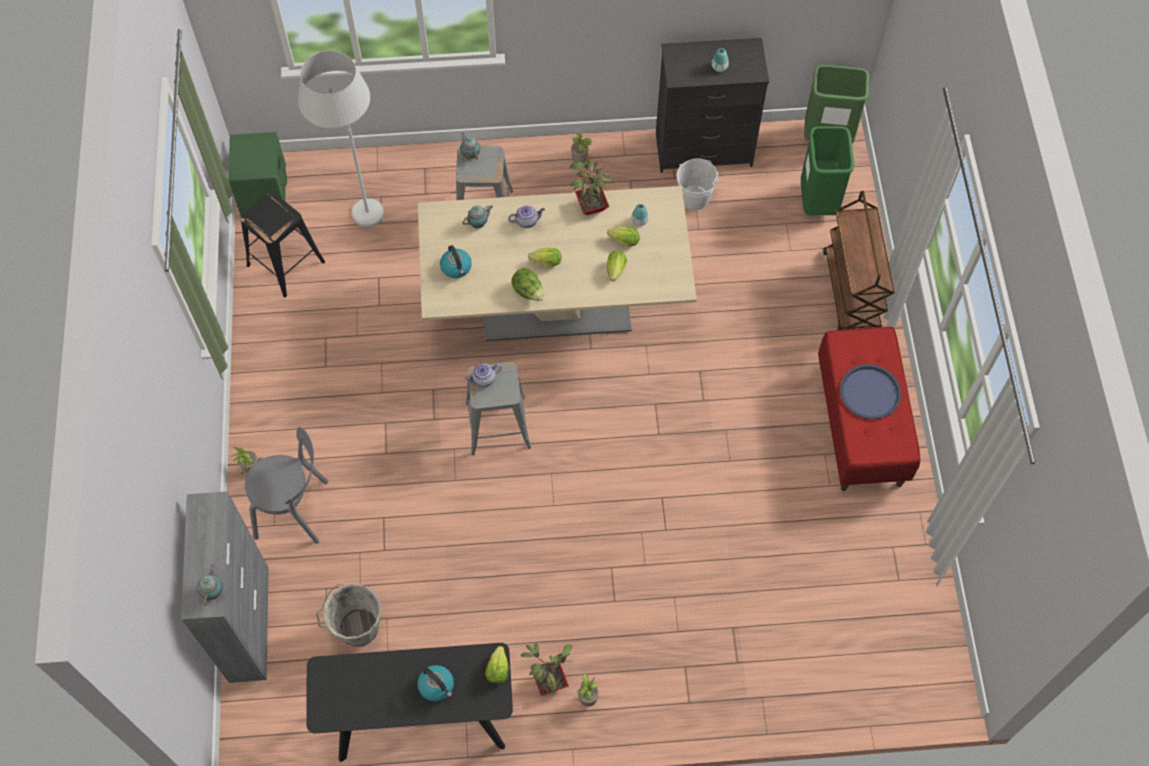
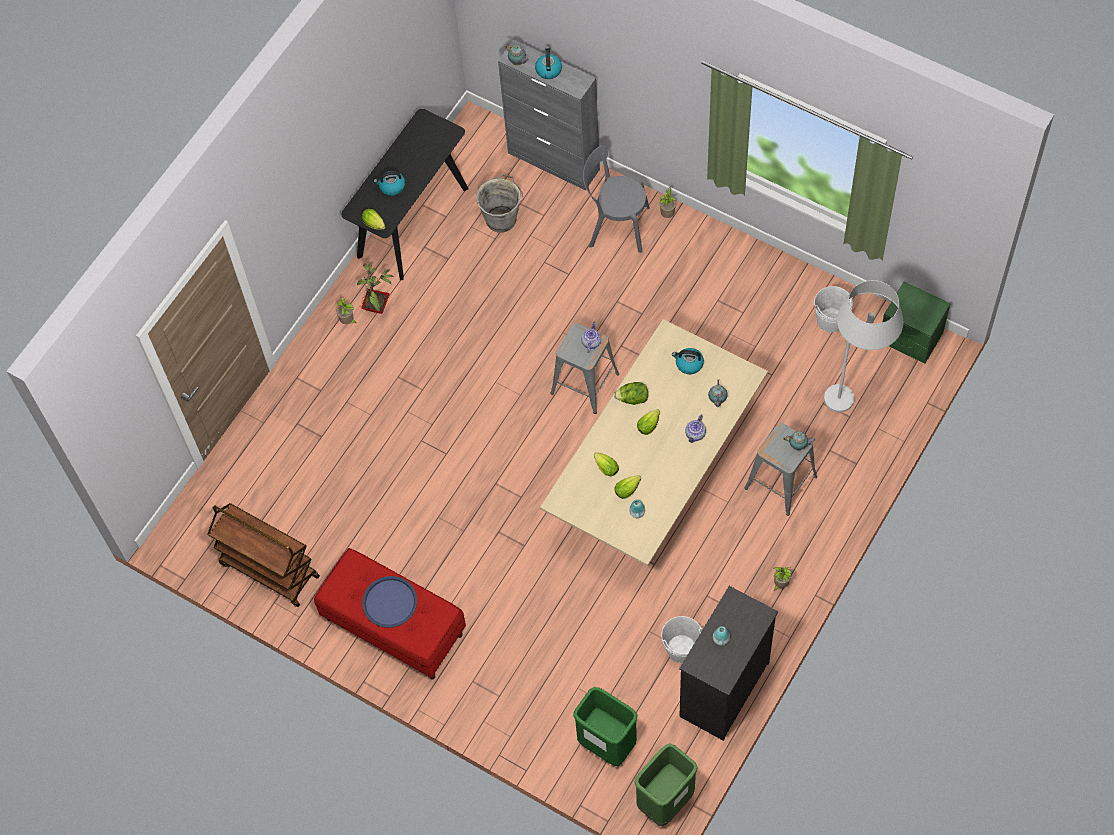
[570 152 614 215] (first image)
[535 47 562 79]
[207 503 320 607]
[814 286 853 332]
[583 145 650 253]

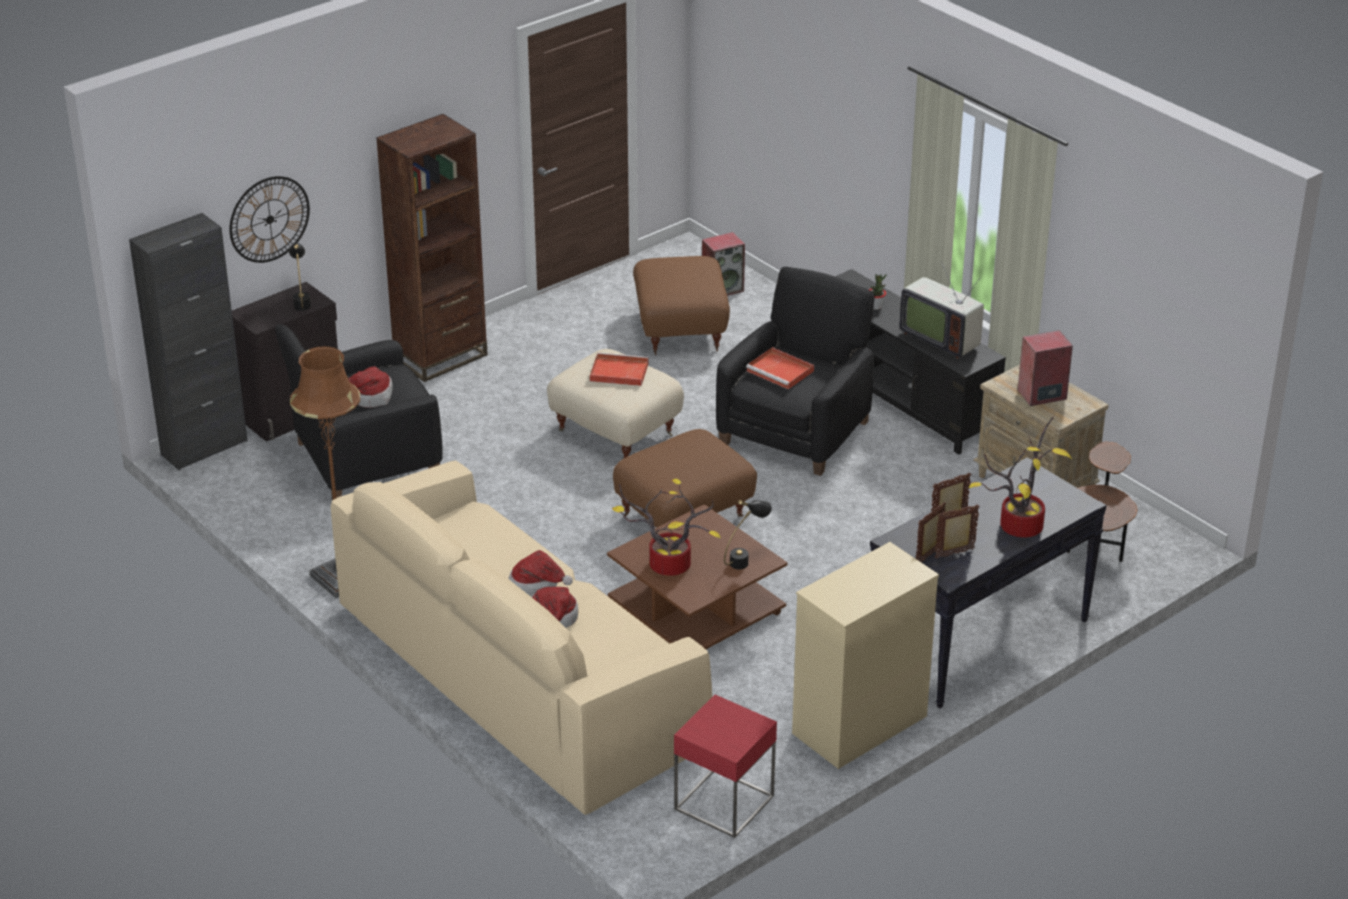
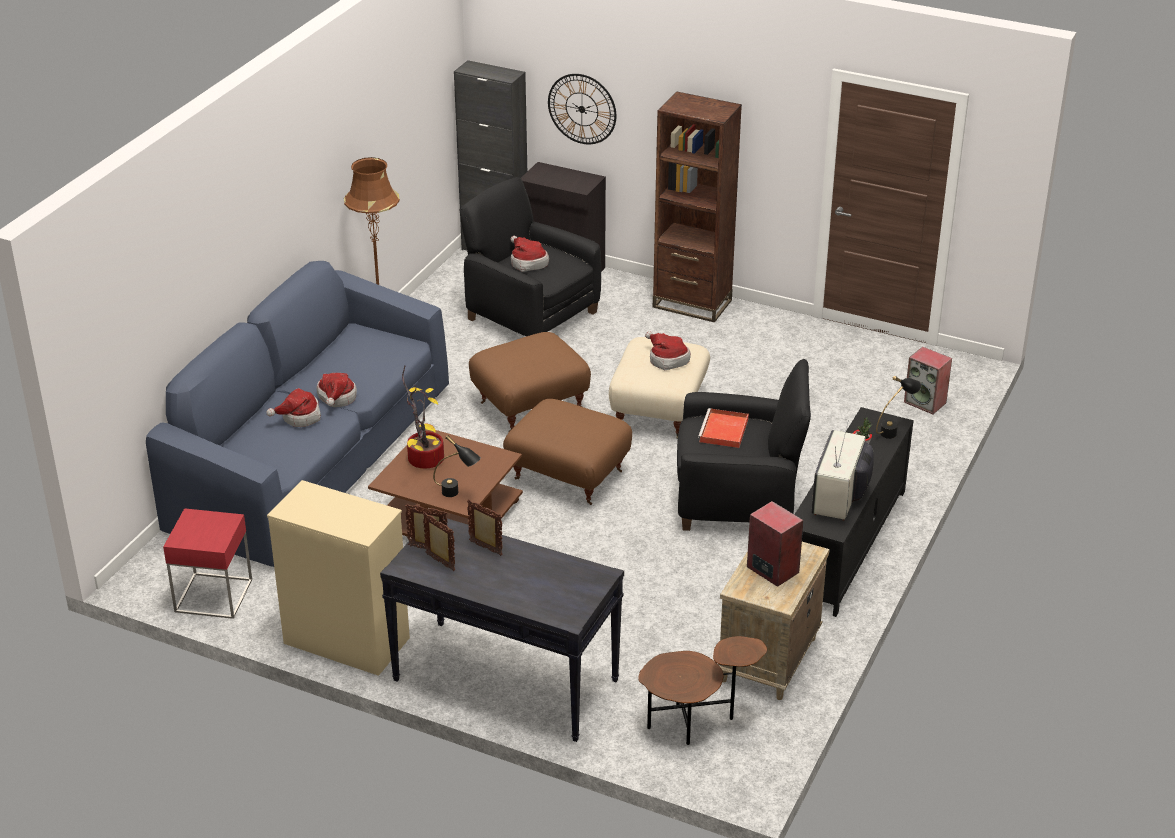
[968 417 1072 538] (first image)
[876 376 921 439]
[469 332 591 432]
[645 331 691 370]
[146 261 449 567]

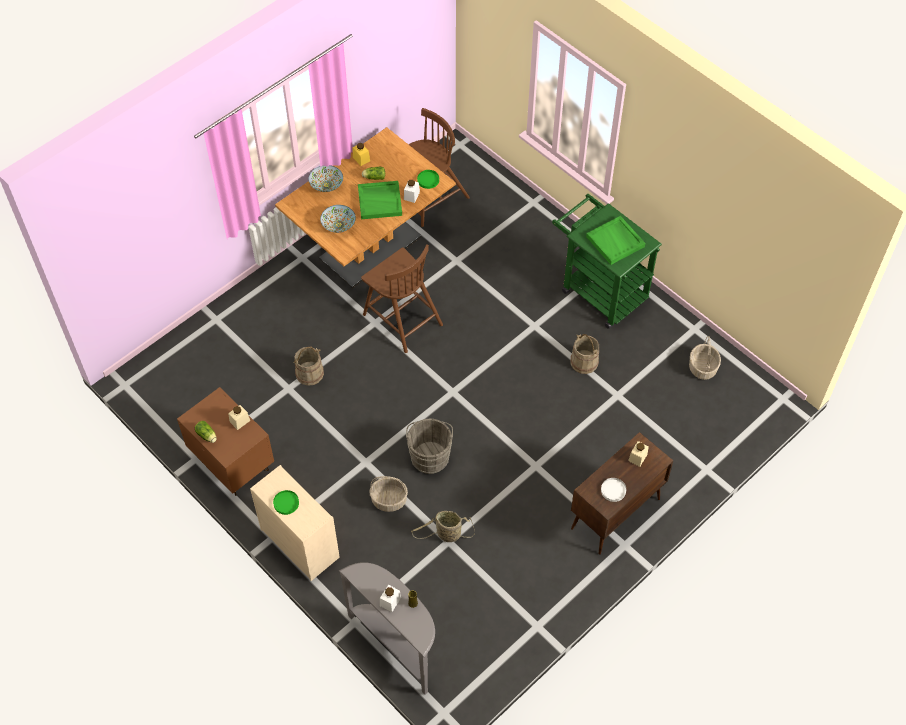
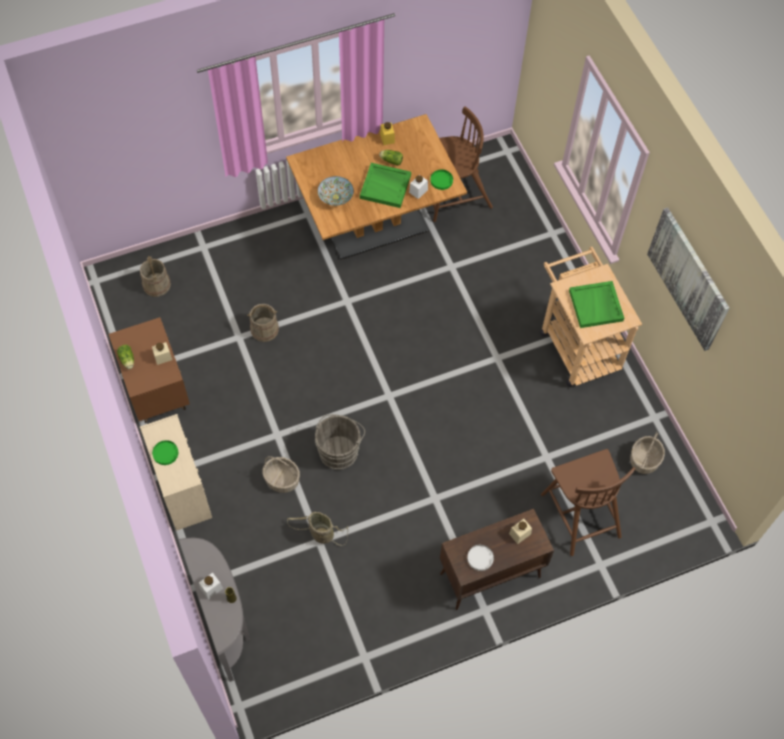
[309 165 343 192] (first image)
[647 208 729 351]
[541 449 635 556]
[140 256 171 297]
[540 247 642 387]

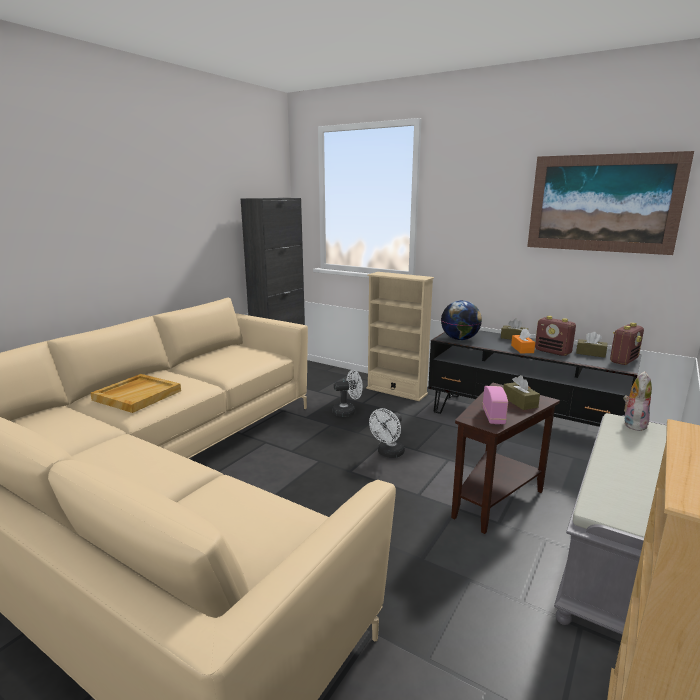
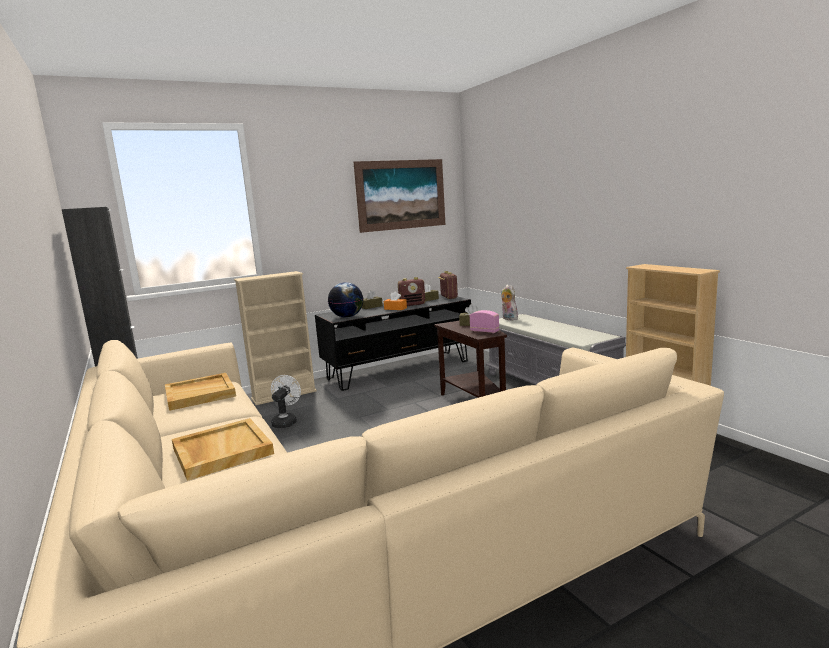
[369 408 405 458] (first image)
[165 373 236 411]

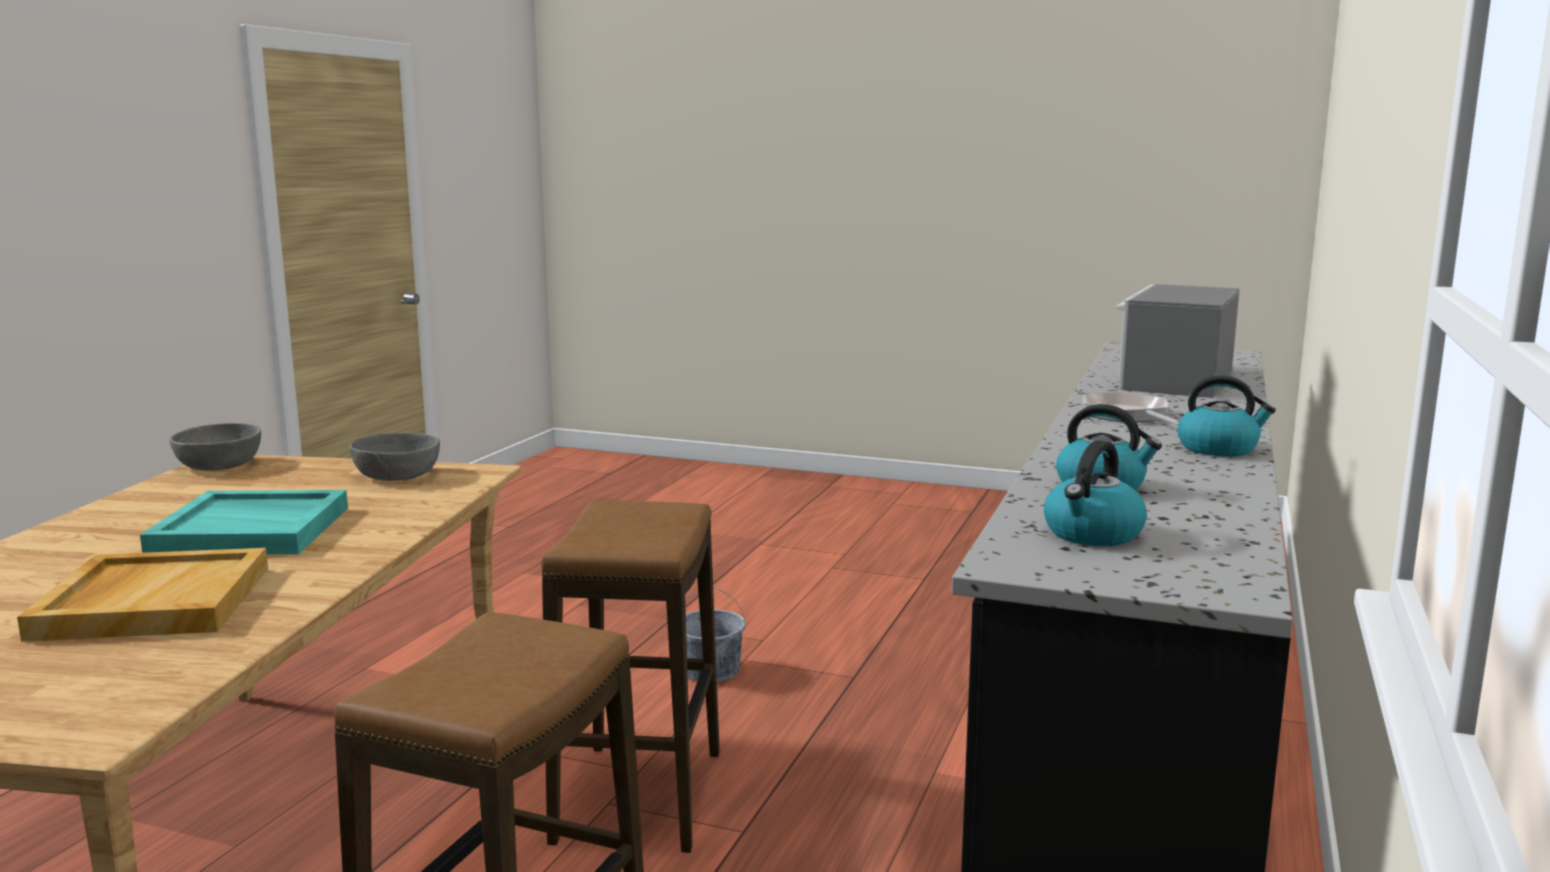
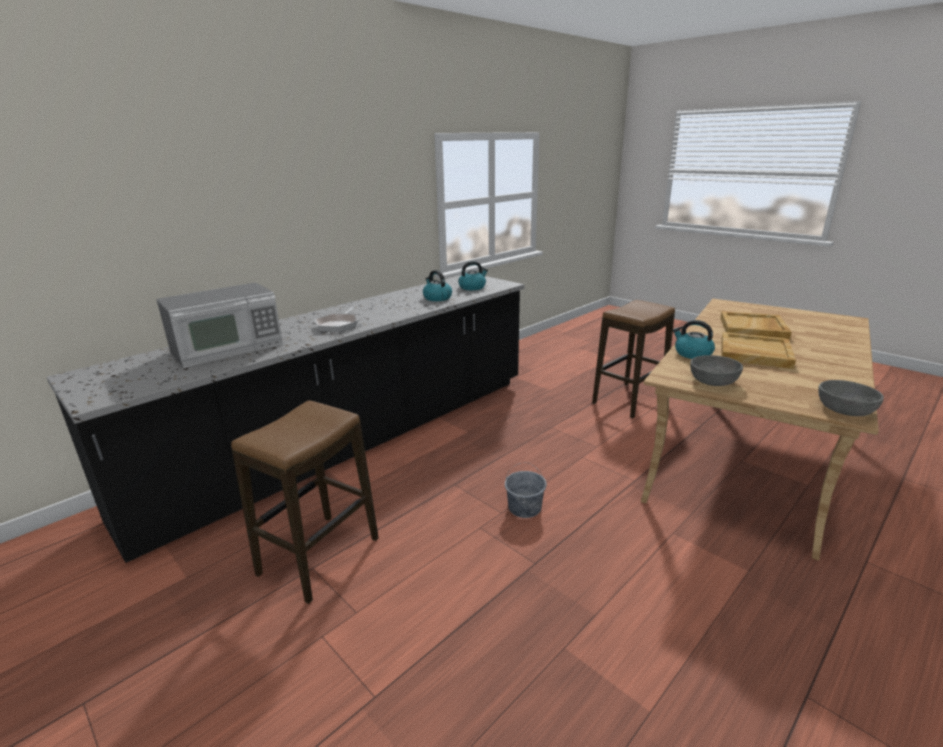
[231 400 379 604]
[673 320 715 359]
[721 332 796 369]

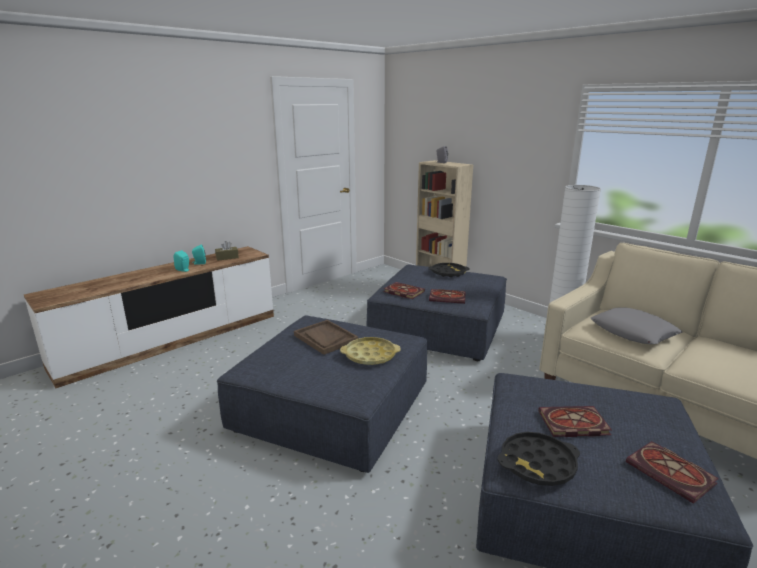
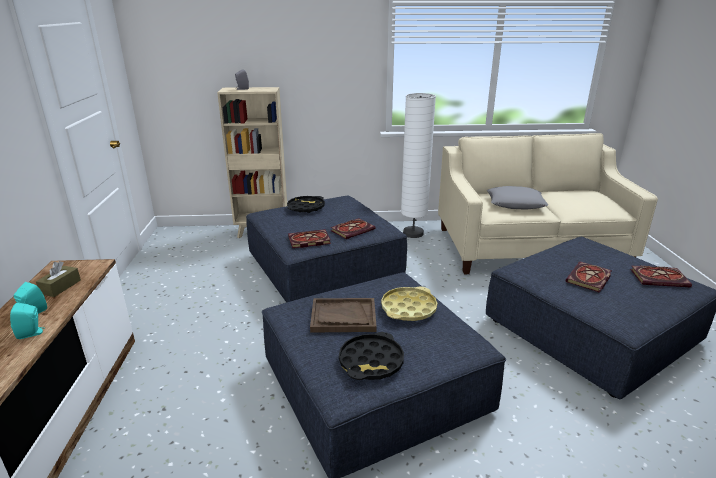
[339 332 404 380]

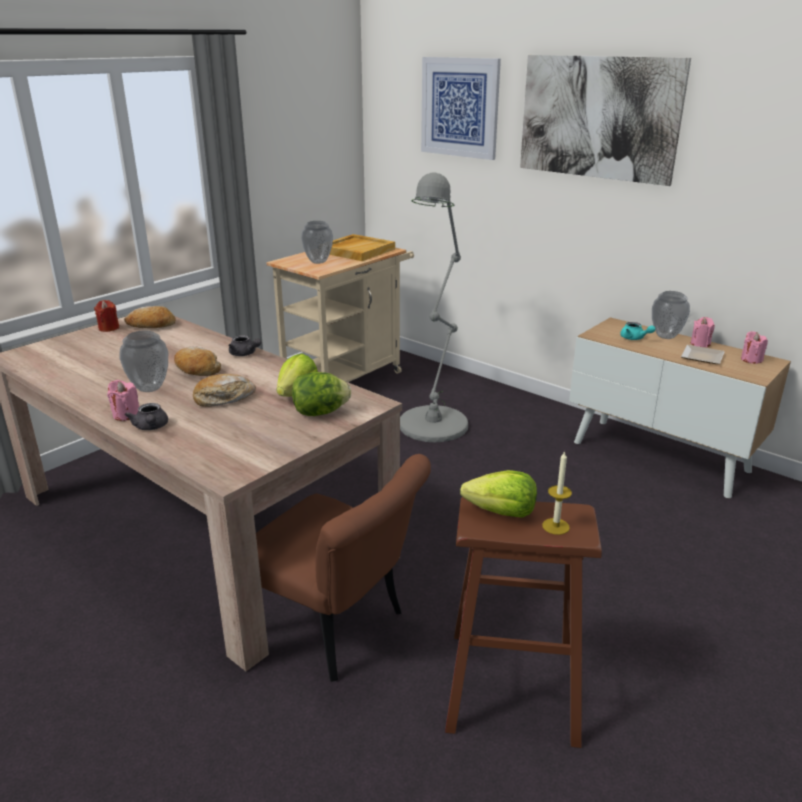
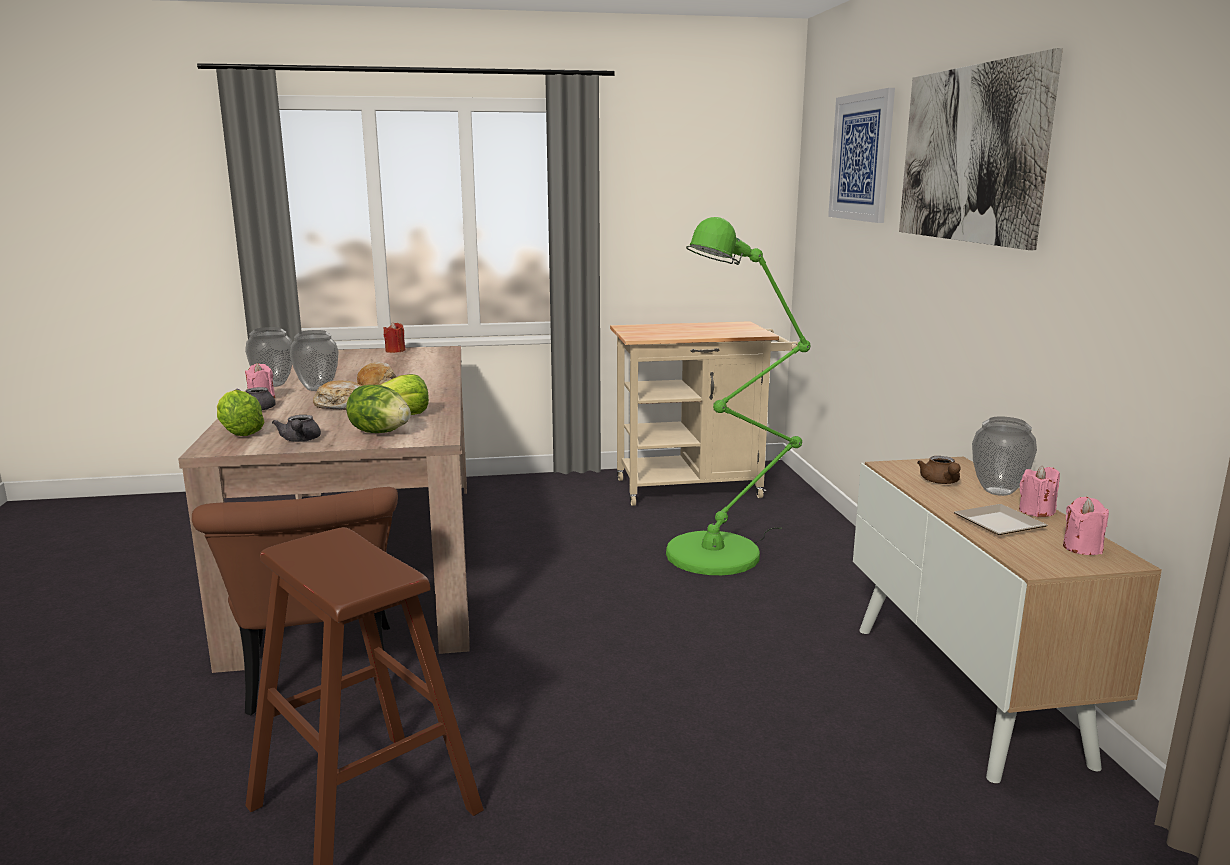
[124 306 176 328] (first image)
[330 234 395 261] (first image)
[542 451 572 535] (first image)
[272 415 321 442]
[245 327 292 387]
[217 390 264 436]
[666 217 811 575]
[917 456 961 484]

